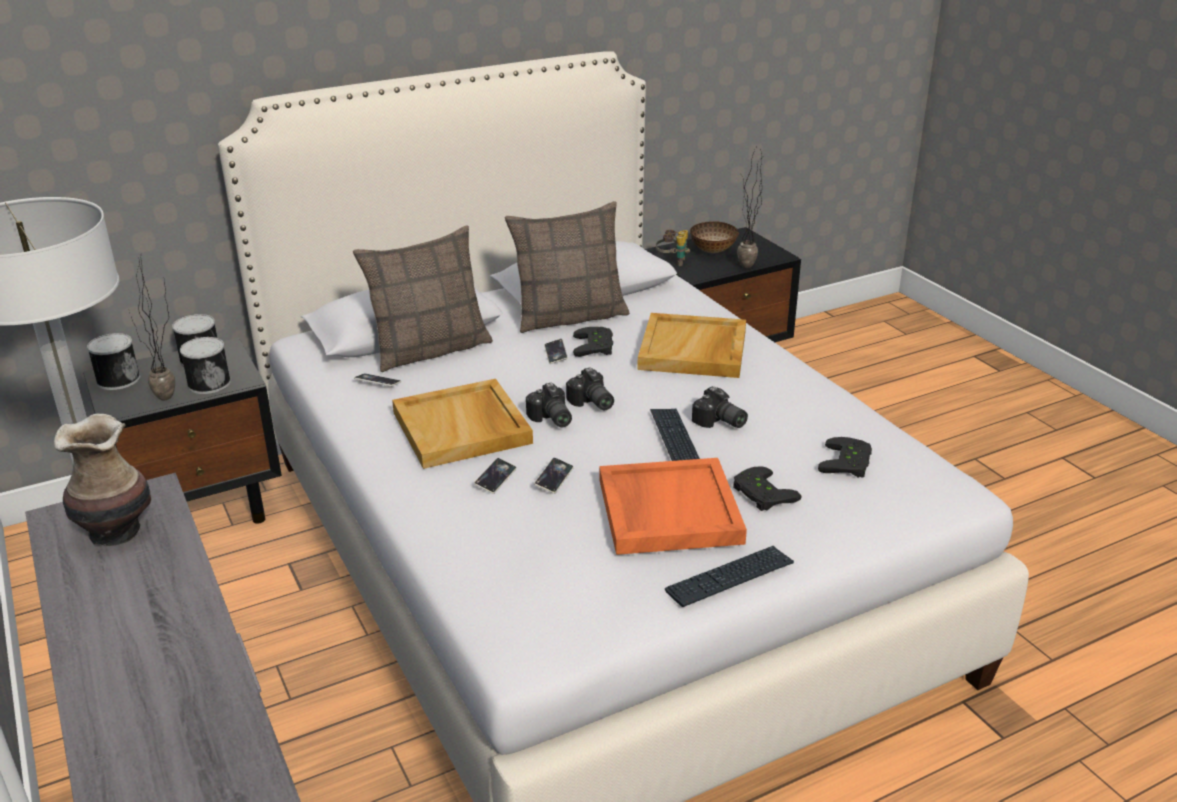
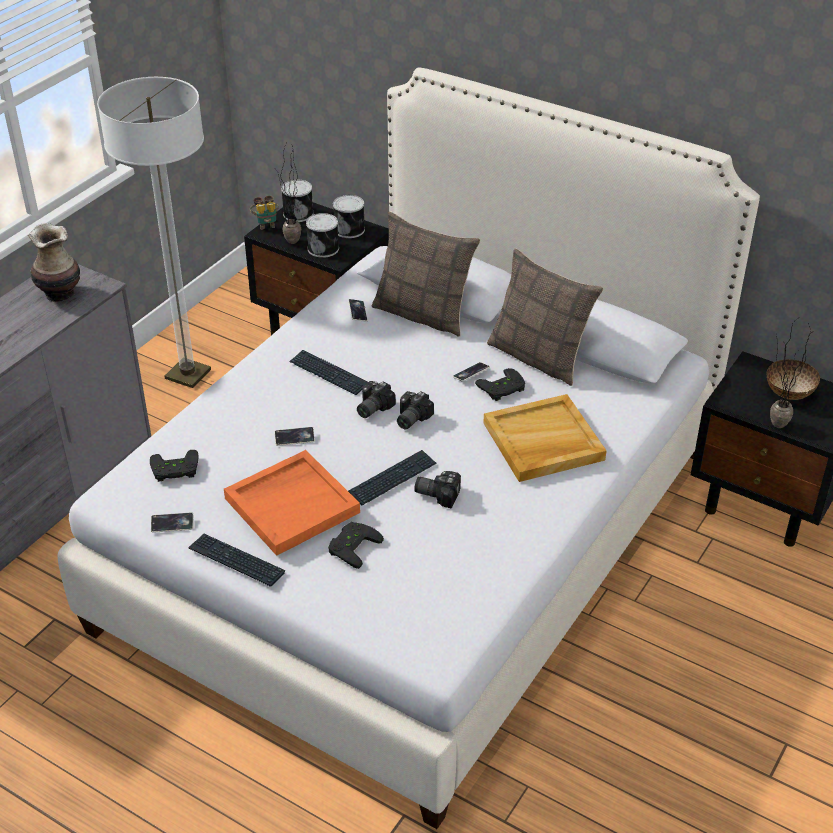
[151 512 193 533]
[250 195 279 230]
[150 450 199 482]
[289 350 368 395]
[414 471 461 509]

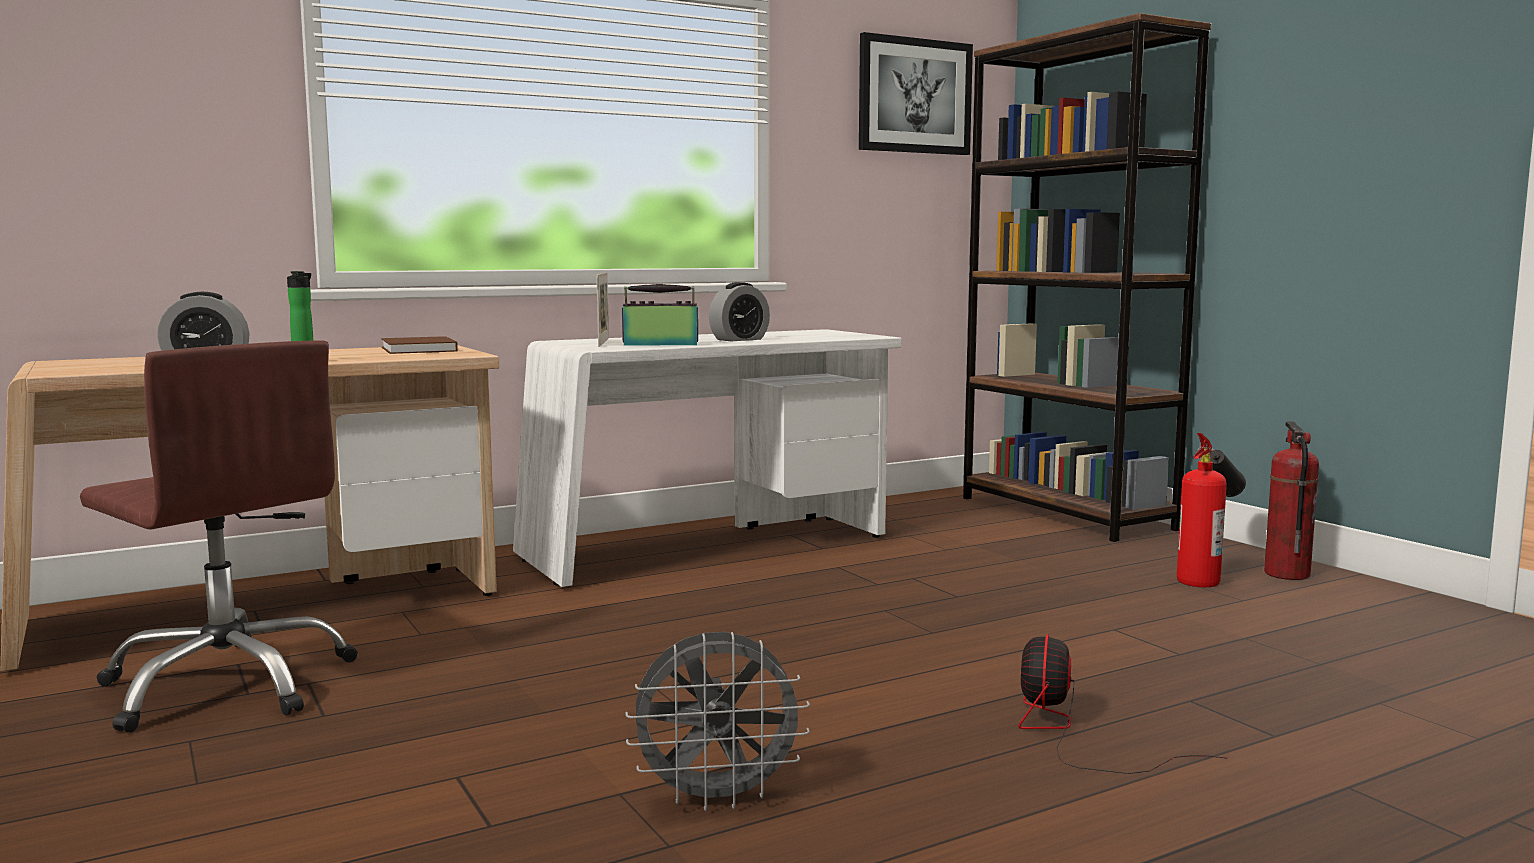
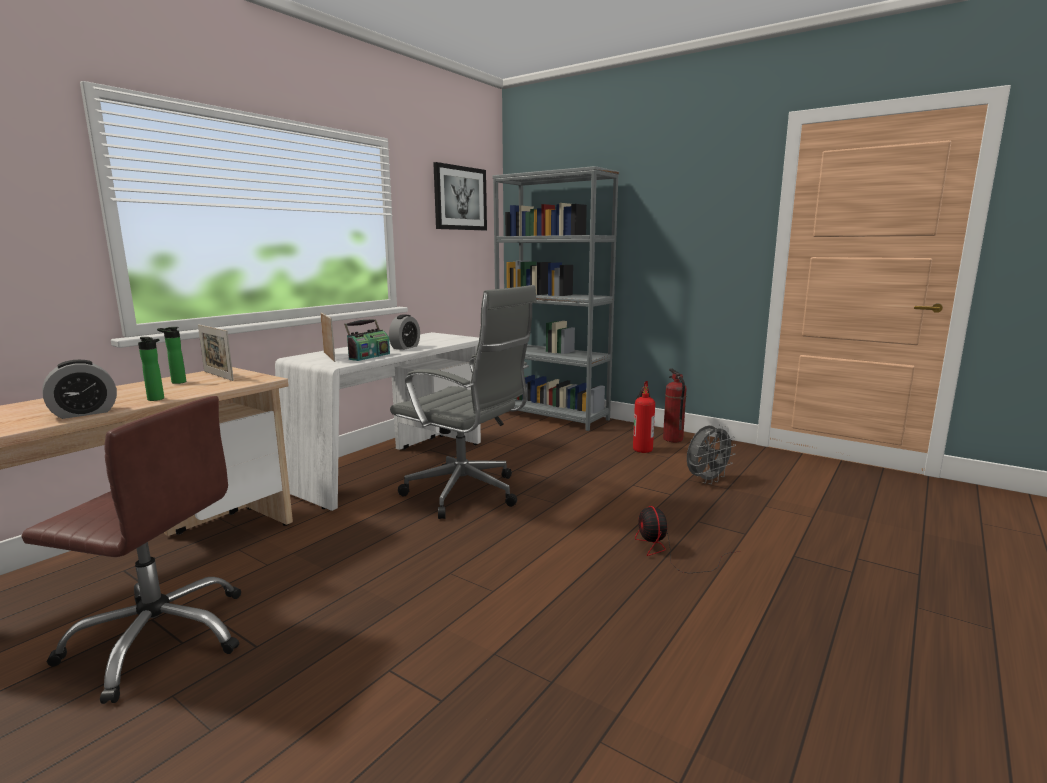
[157 327 186 384]
[390 285 537 519]
[687 425 736 484]
[198 324 234 381]
[493 166 619 431]
[344 319 390 361]

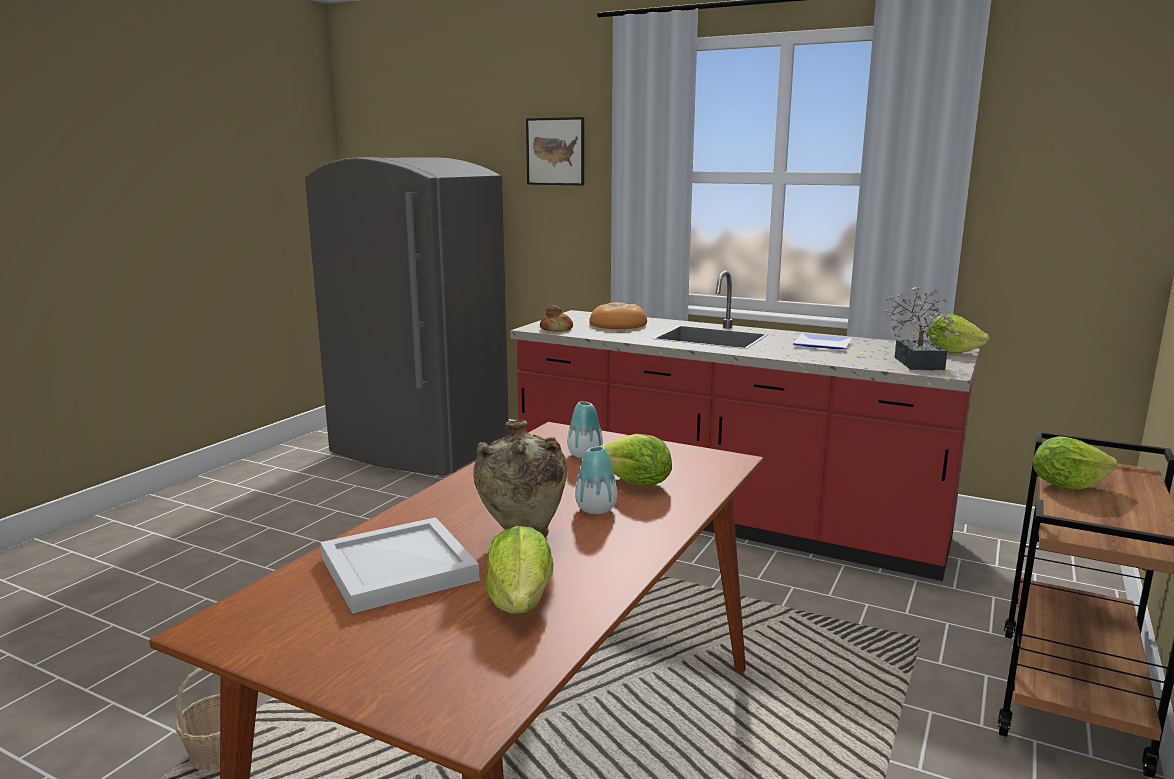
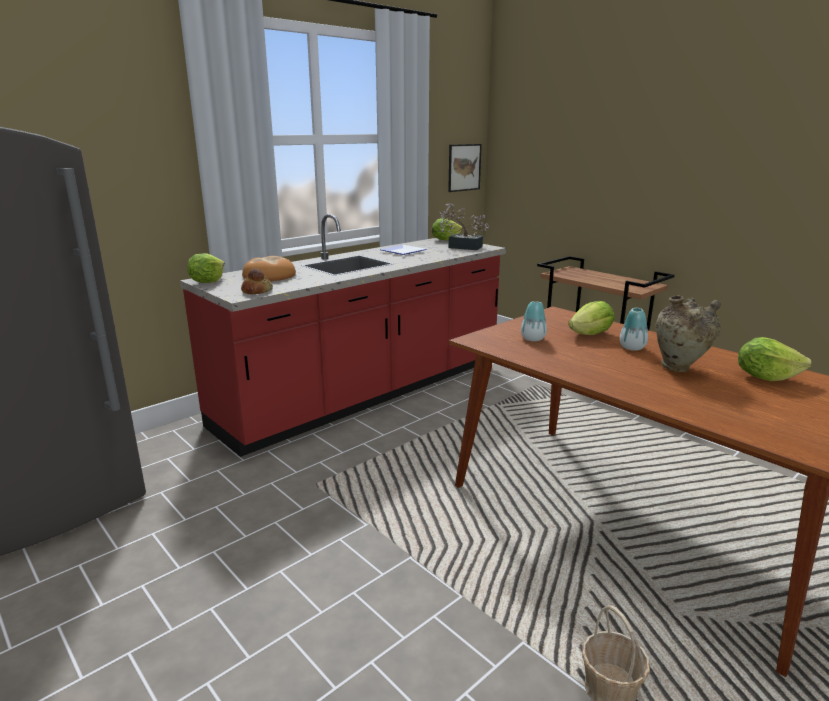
[320 517 480 614] (first image)
[448 144 482 192]
[187 253 225 283]

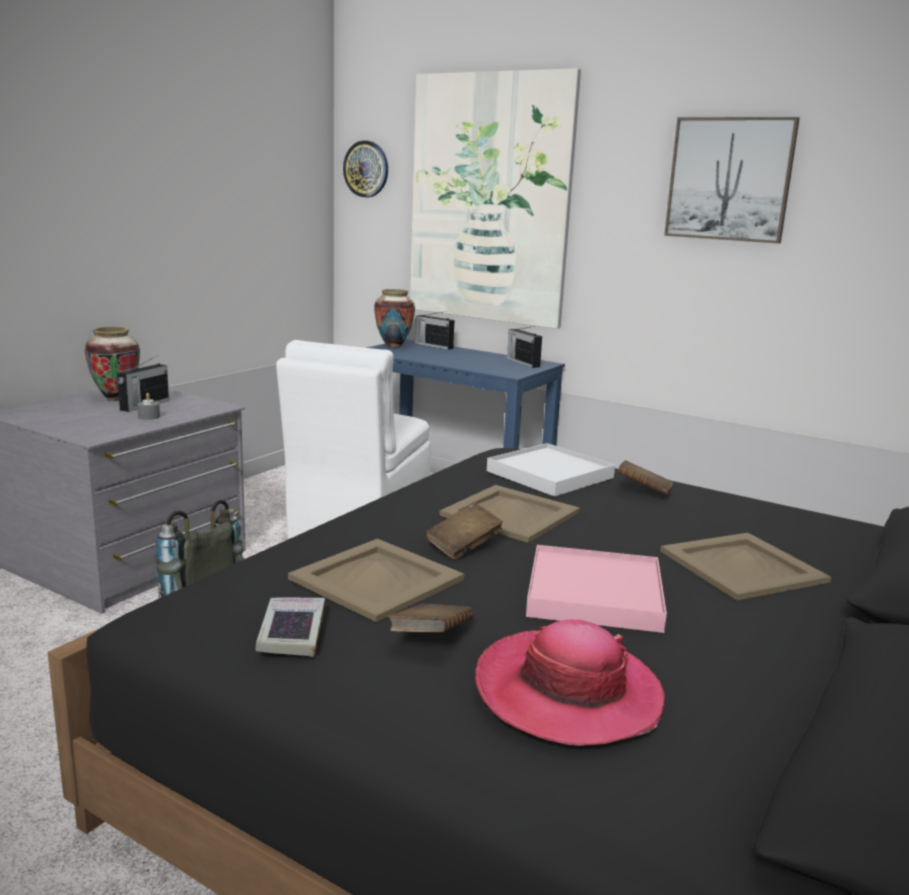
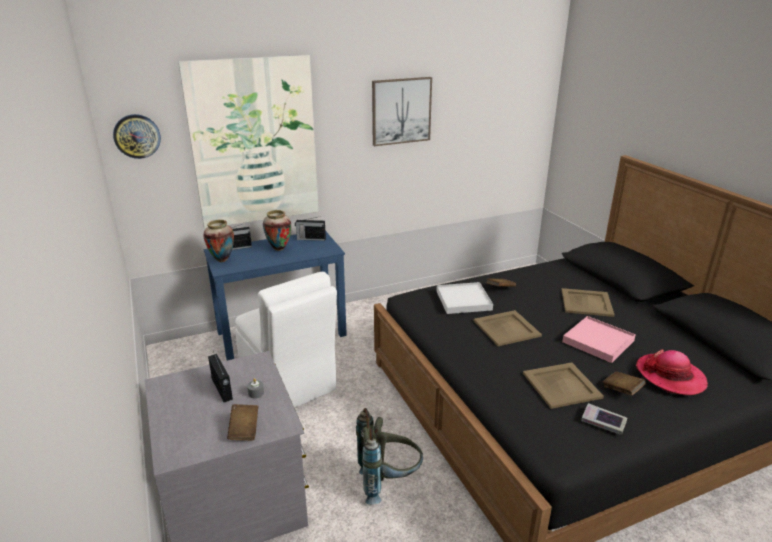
[263 210 291 251]
[227 404 258 441]

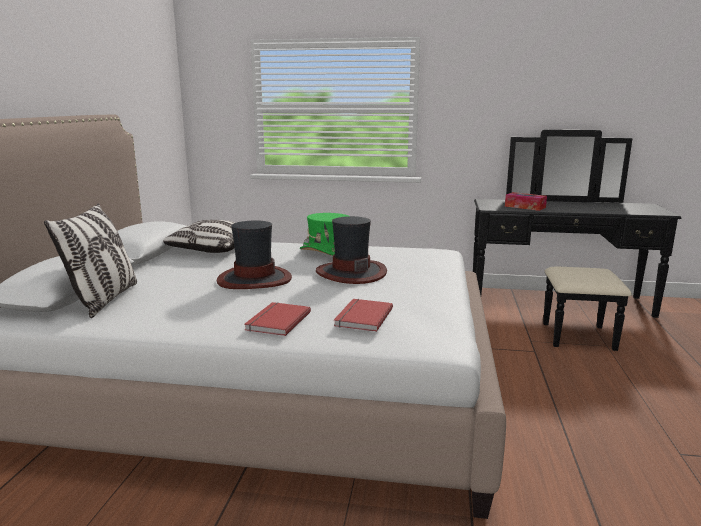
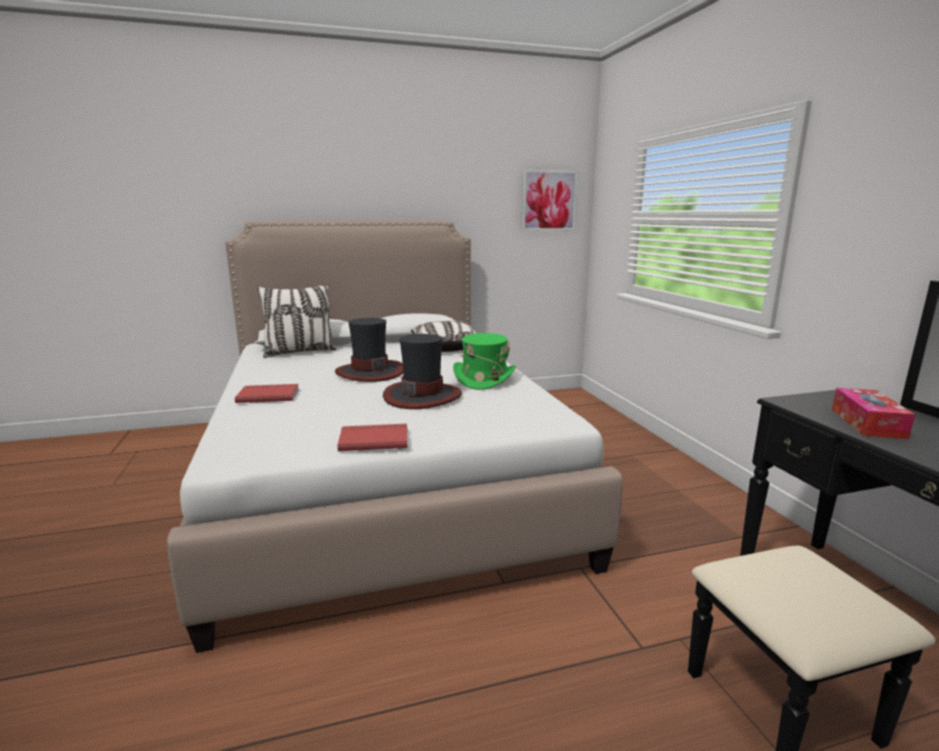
[521 170 578 231]
[337 424 407 451]

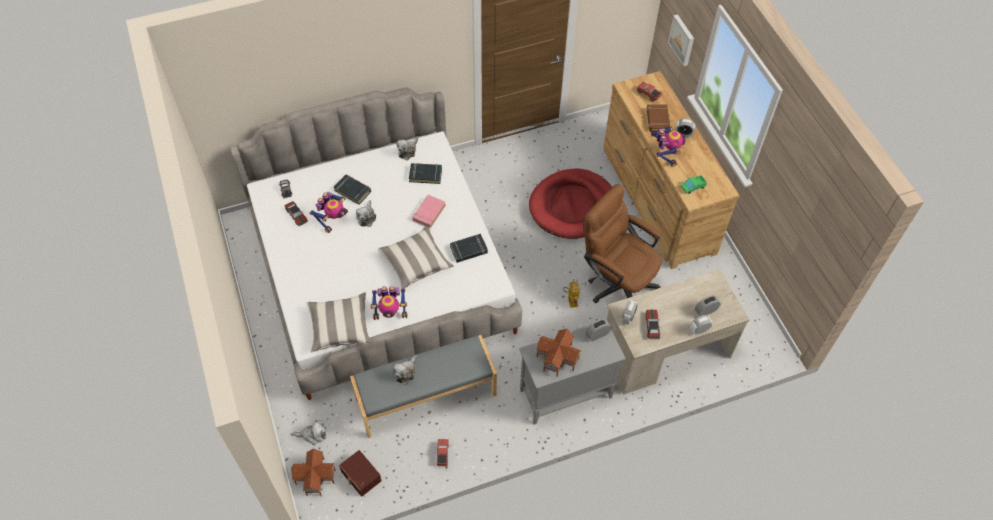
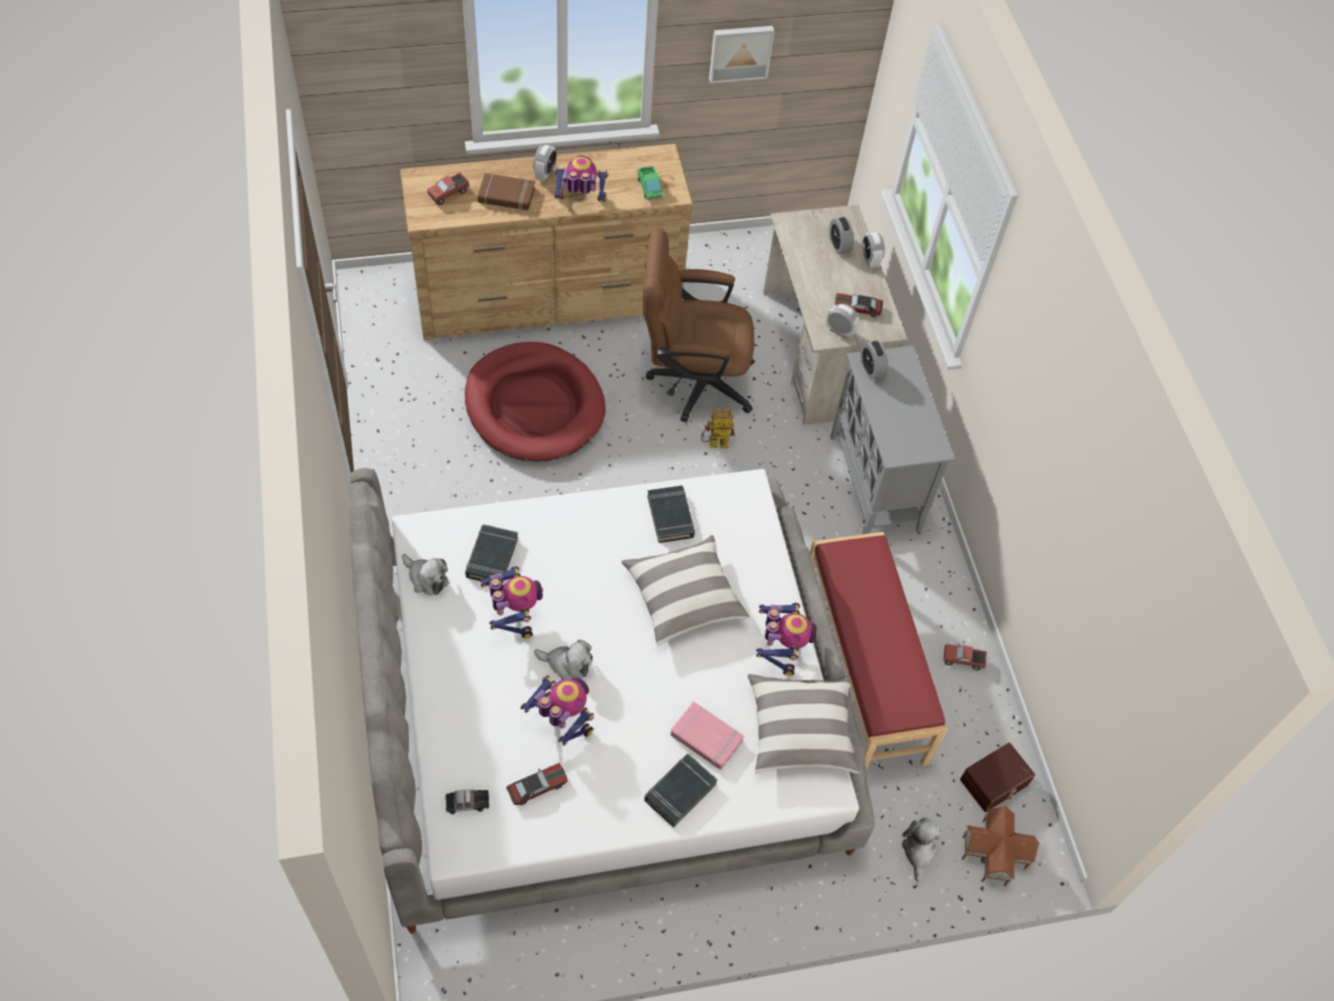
[393 355 417 385] (first image)
[536 329 582 377] (first image)
[480 566 543 638]
[644 754 718 828]
[671 702 744 770]
[709 26 774 83]
[810 532 948 769]
[643 228 755 422]

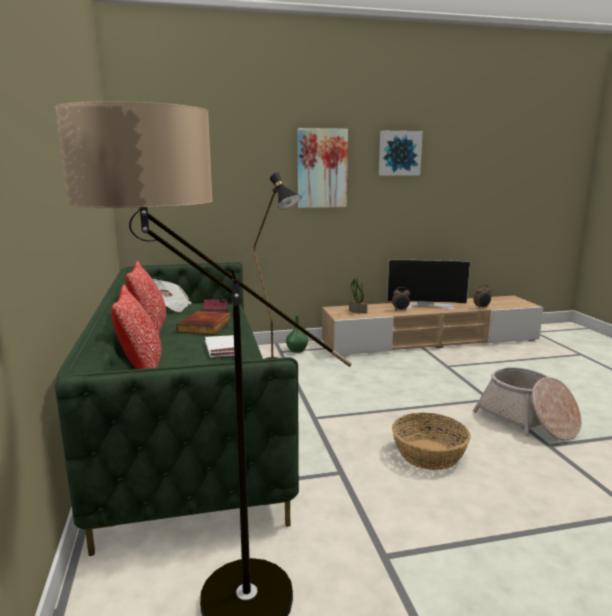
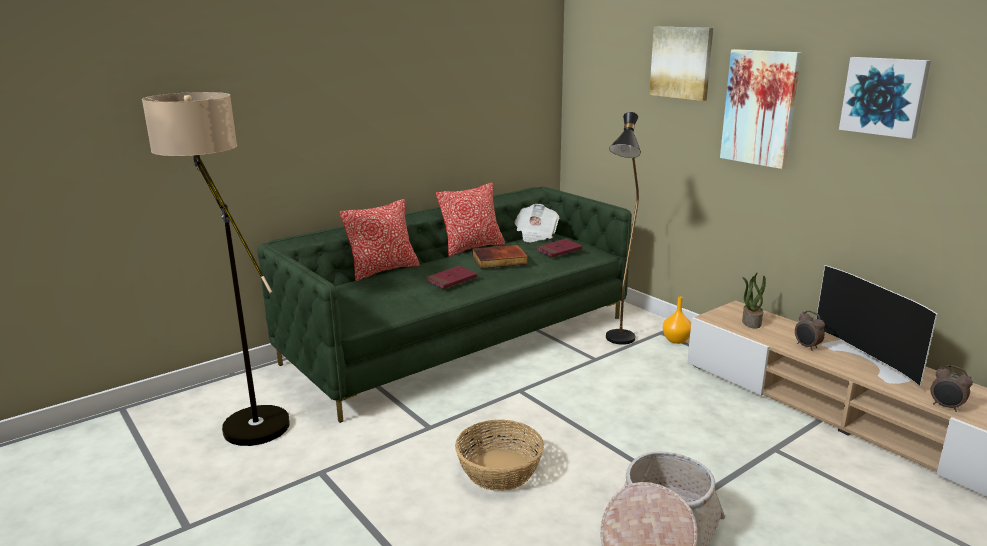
[649 27 713 101]
[426 266 477 289]
[663 296 691 344]

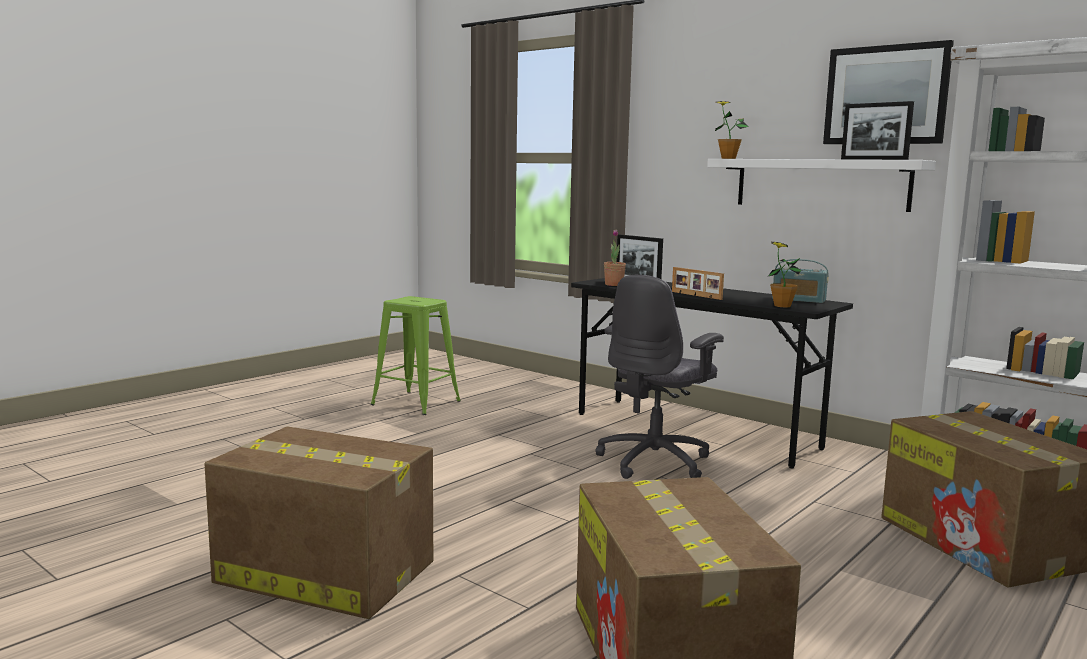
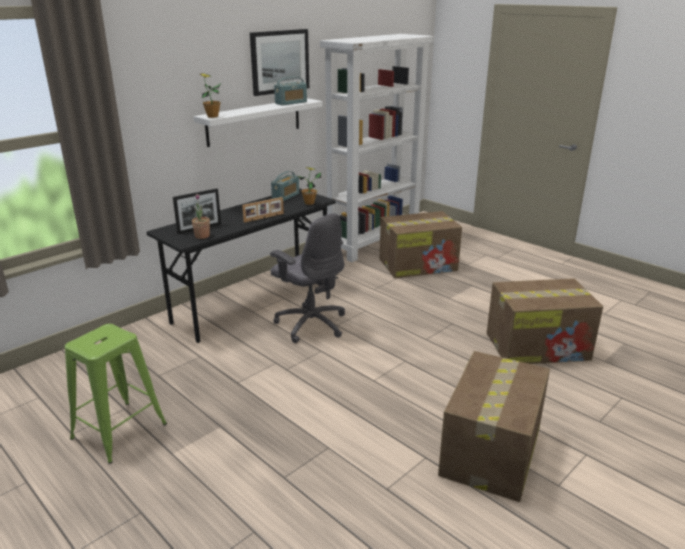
[274 77 307 106]

